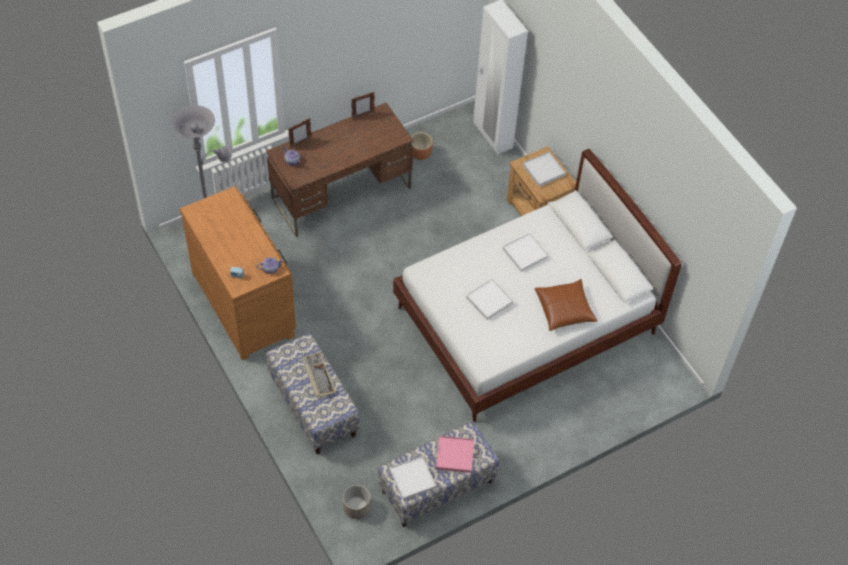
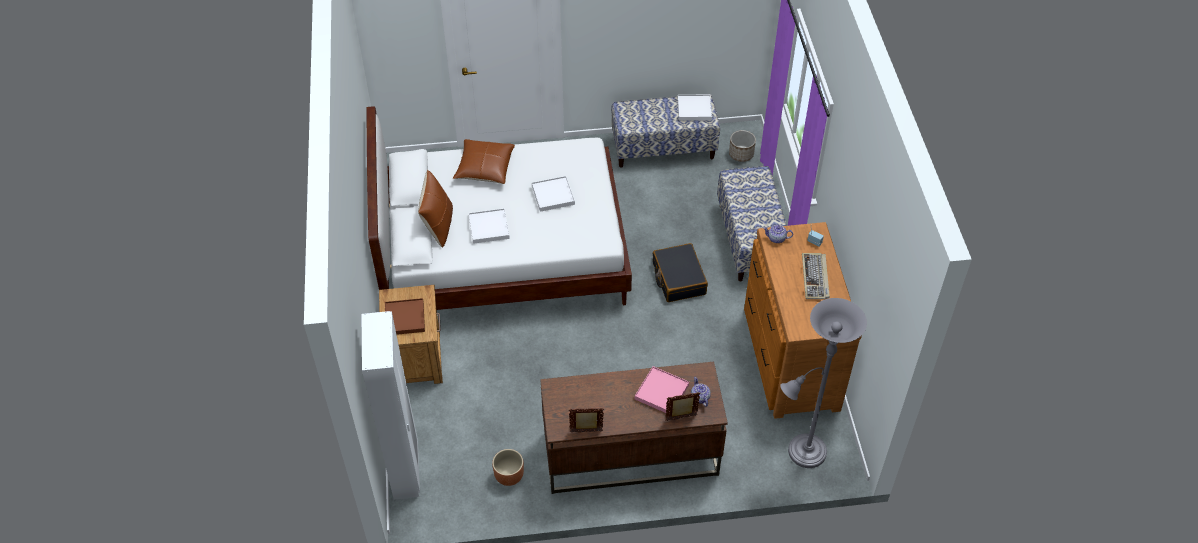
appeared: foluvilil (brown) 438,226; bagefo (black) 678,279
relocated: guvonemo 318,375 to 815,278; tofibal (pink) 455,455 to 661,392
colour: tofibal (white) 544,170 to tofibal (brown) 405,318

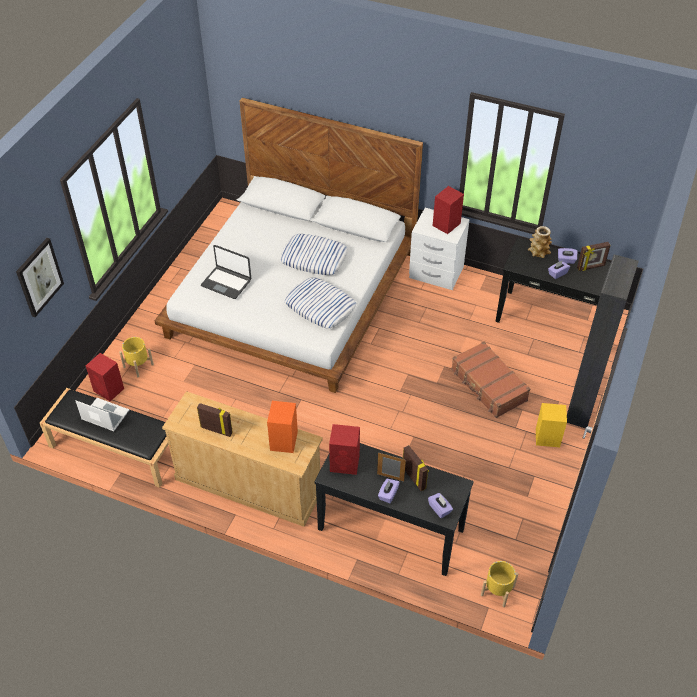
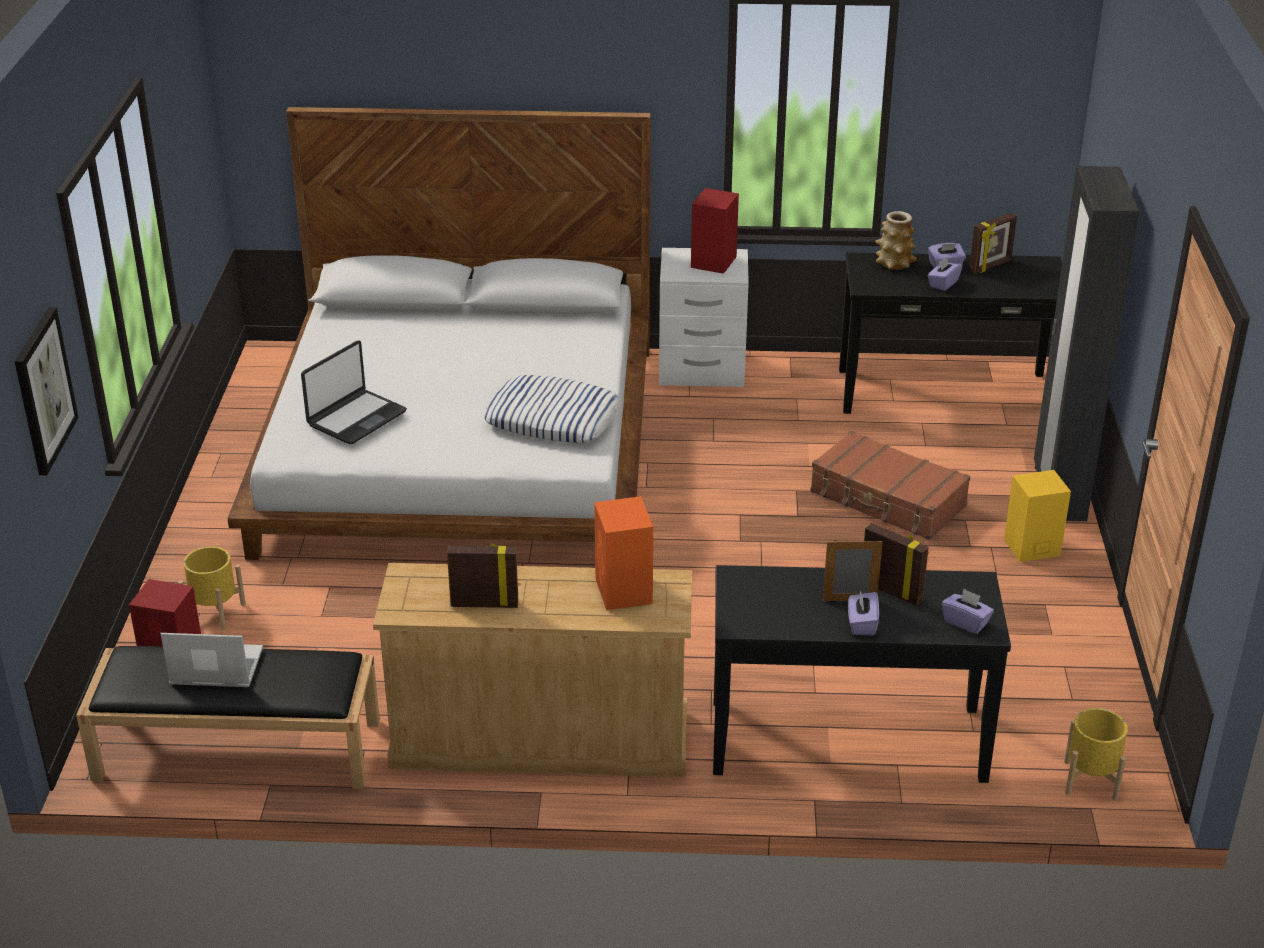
missing: foluvilil 314,258; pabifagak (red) 345,463
spun: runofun 226,282 = 356,418 60 degrees counterclockwise

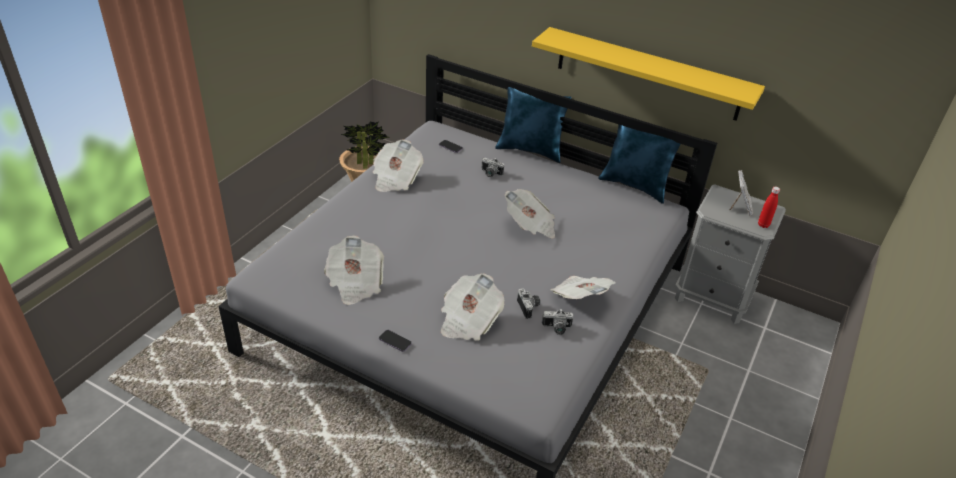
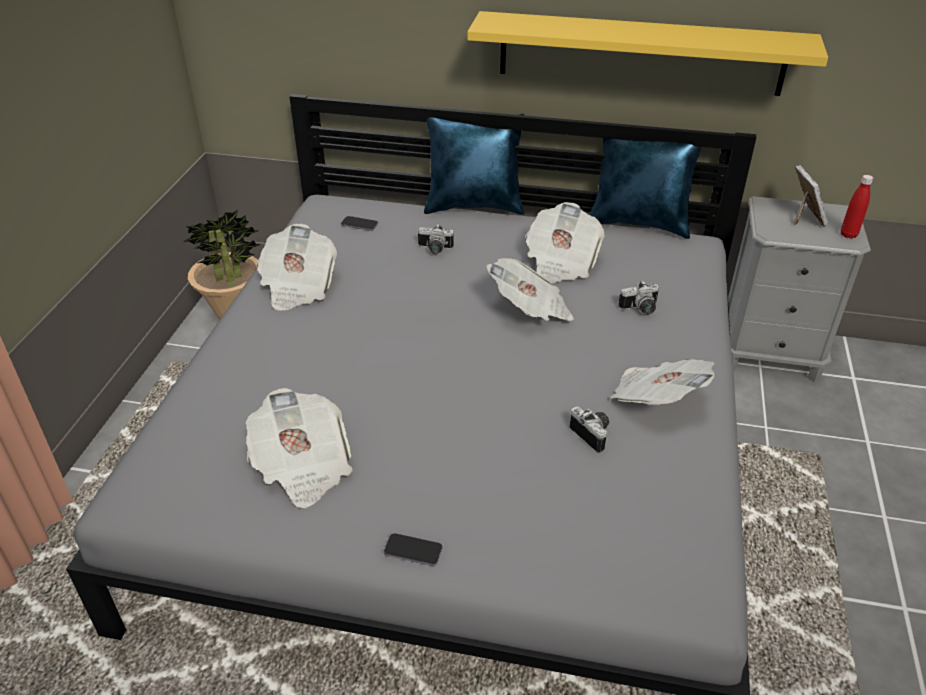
relocated: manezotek 468,320 to 560,263; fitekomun 556,329 to 640,309

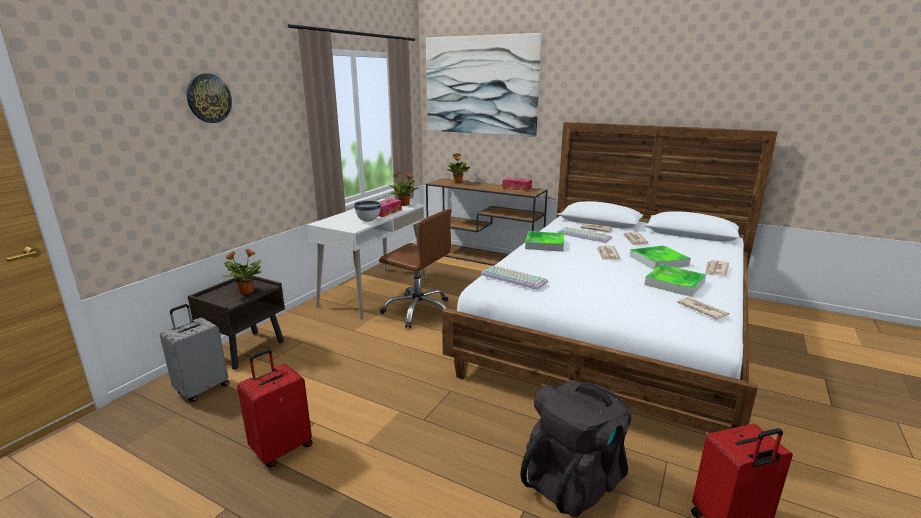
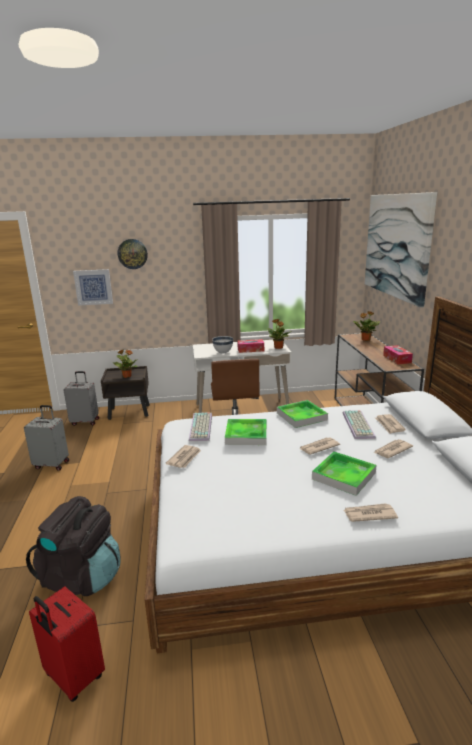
appeared: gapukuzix 93,287
relocated: tofibal 674,283 to 246,435; manezotek 702,310 to 184,458
colour: bagefo (red) 281,448 to bagefo (grey) 52,464

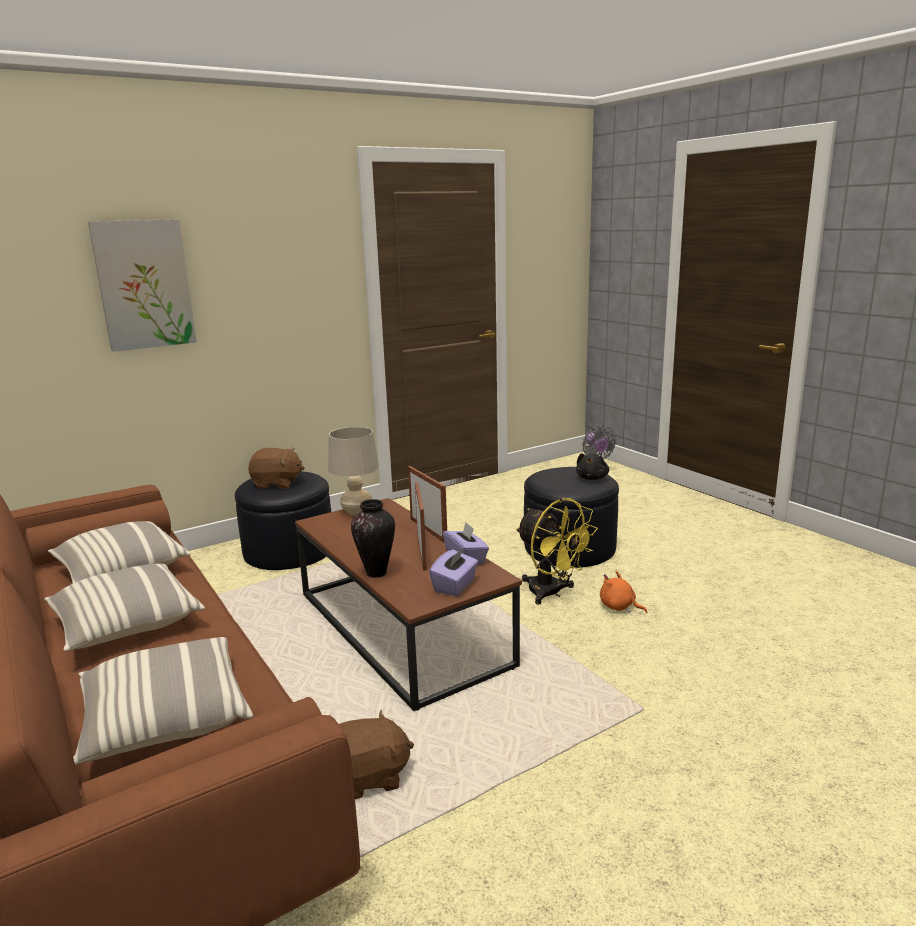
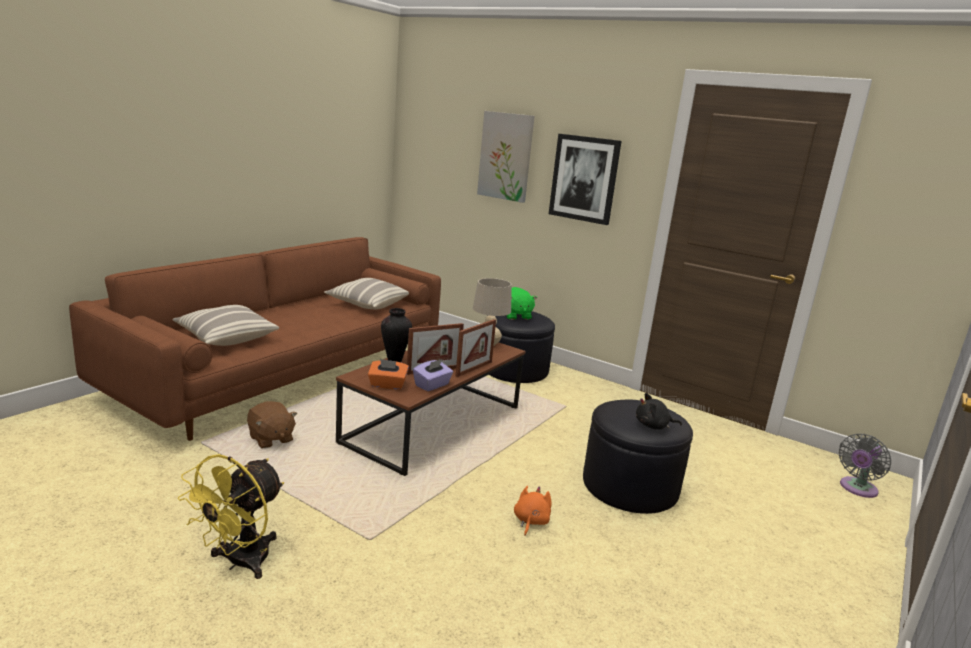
missing: foluvilil 126,625
appeared: gapukuzix 584,178
relocated: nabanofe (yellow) 552,593 to 239,563
colour: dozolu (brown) 277,484 to dozolu (green) 515,316; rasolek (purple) 455,586 to rasolek (orange) 387,385

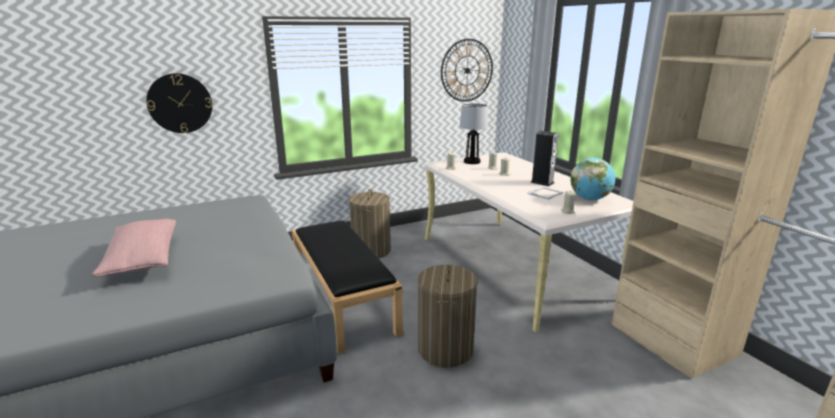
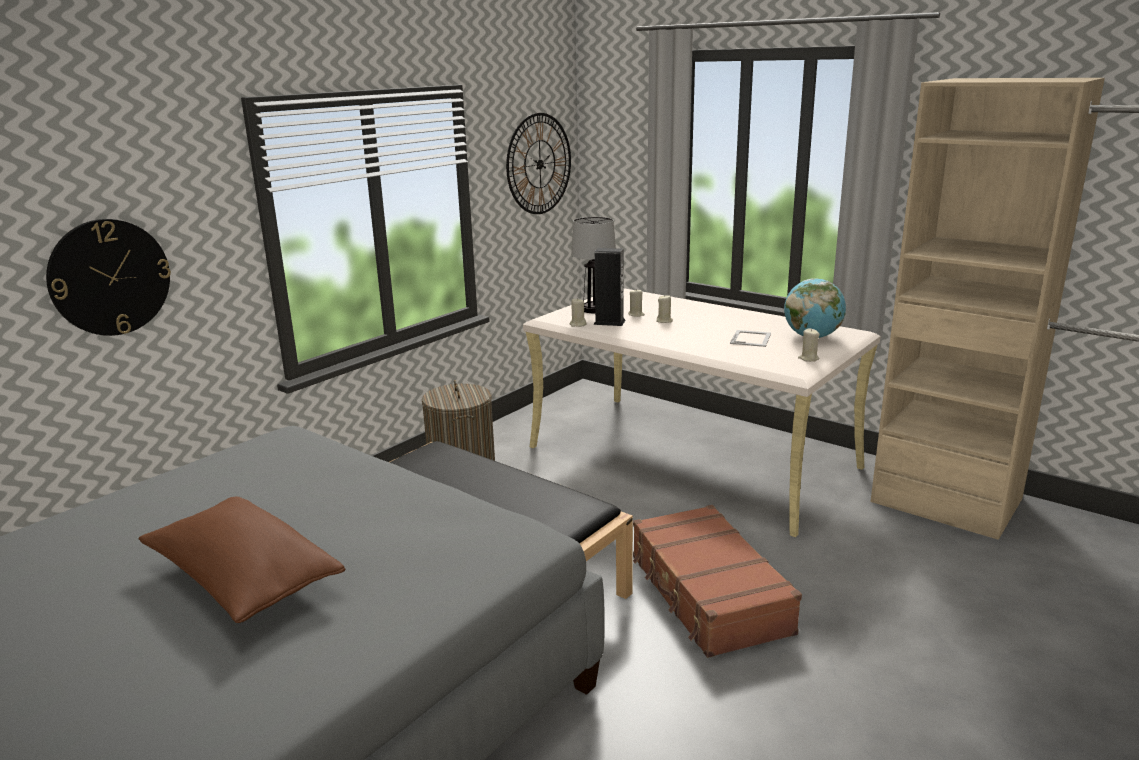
relocated: pabifagak 542,182 to 609,322
exchanged: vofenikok 445,349 to bagefo (brown) 708,594
colour: foluvilil (pink) 143,260 to foluvilil (brown) 243,579

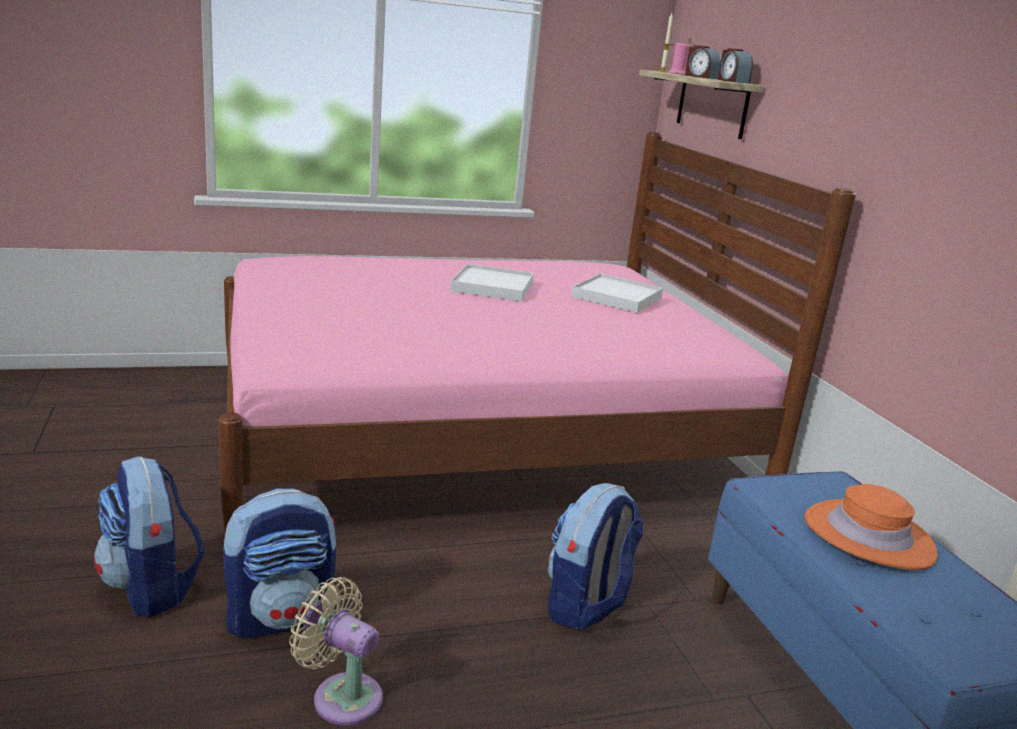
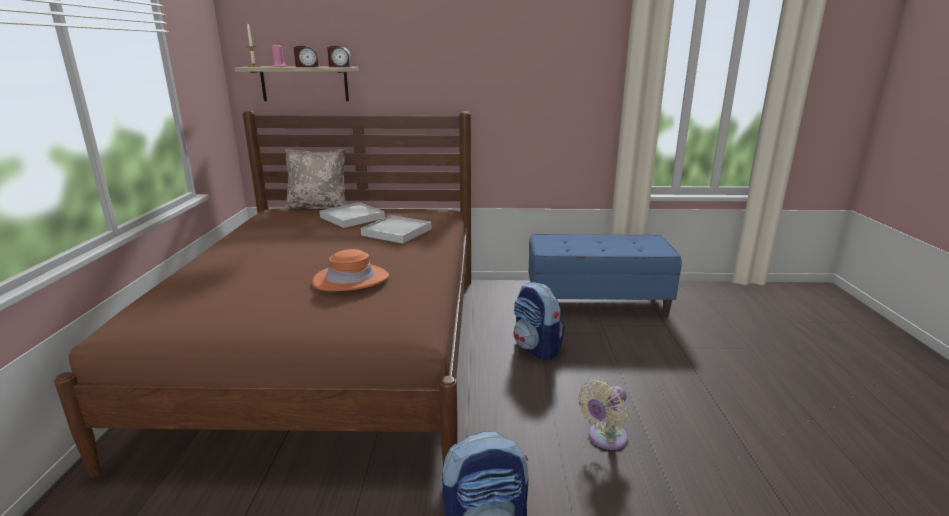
missing: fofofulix 281,617
appeared: foluvilil (beige) 318,206
relocated: tofibal (white) 492,287 to 396,232; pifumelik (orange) 868,536 to 351,279
colour: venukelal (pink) 475,436 to venukelal (brown) 334,351

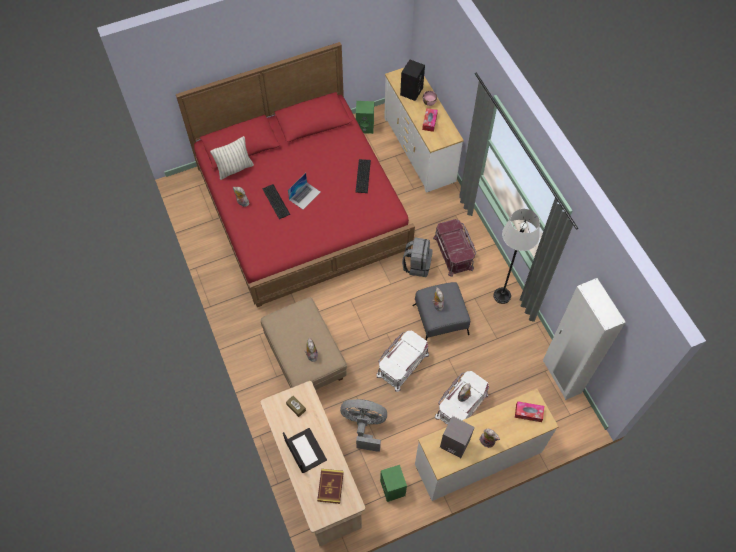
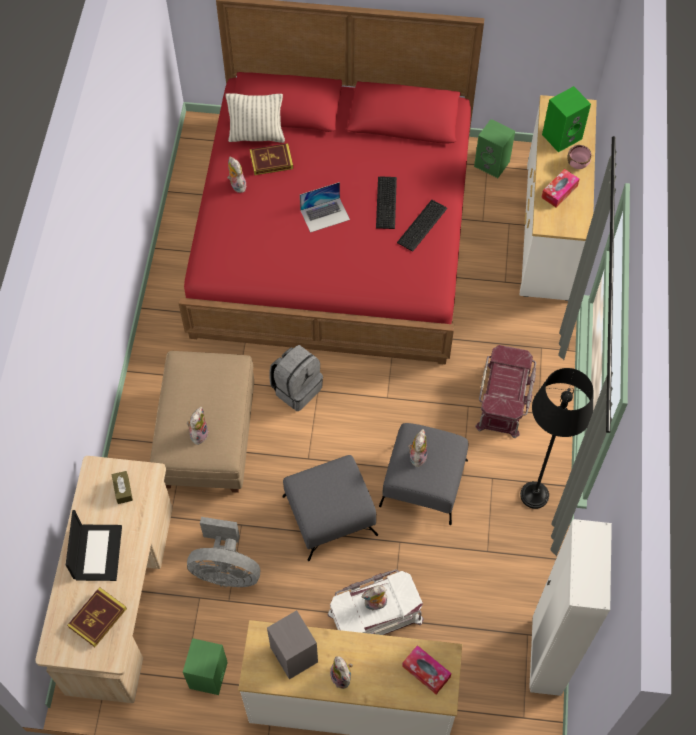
appeared: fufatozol 271,161
relocated: guvonemo 276,201 to 387,202; fofofulix (grey) 417,265 to 296,388
exchanged: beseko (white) 402,364 to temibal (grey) 330,515
colour: pabifagak (black) 411,91 to pabifagak (green) 562,136; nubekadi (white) 502,296 to nubekadi (black) 534,495
spun: nabanofe (grey) 364,426 = 226,570 150 degrees clockwise

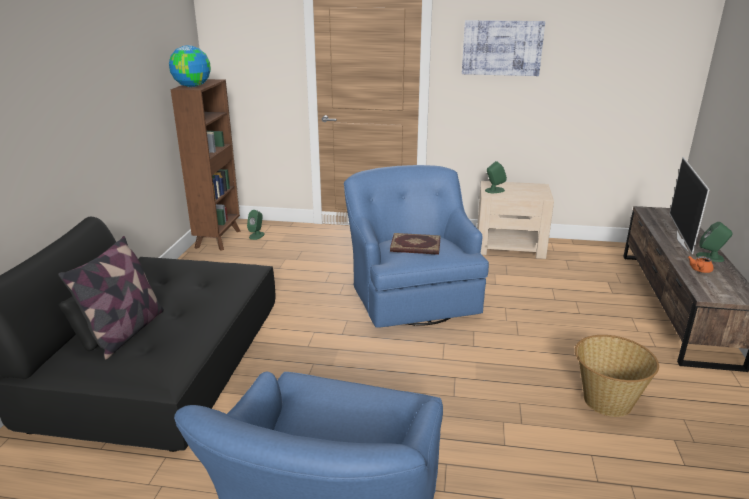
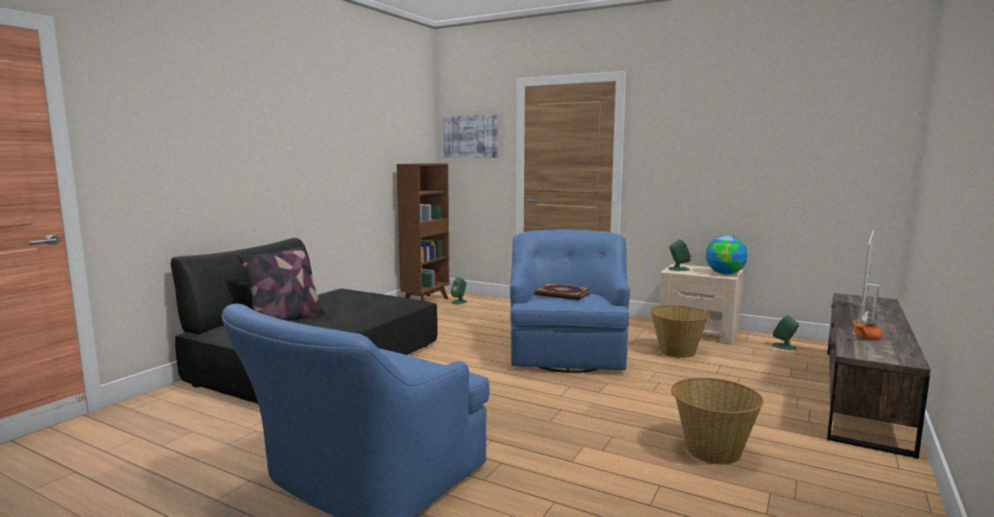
appeared: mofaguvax 677,351
relocated: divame 192,86 to 724,273; gapukuzix 502,48 to 470,136; pabifagak (green) 710,257 to 784,346

